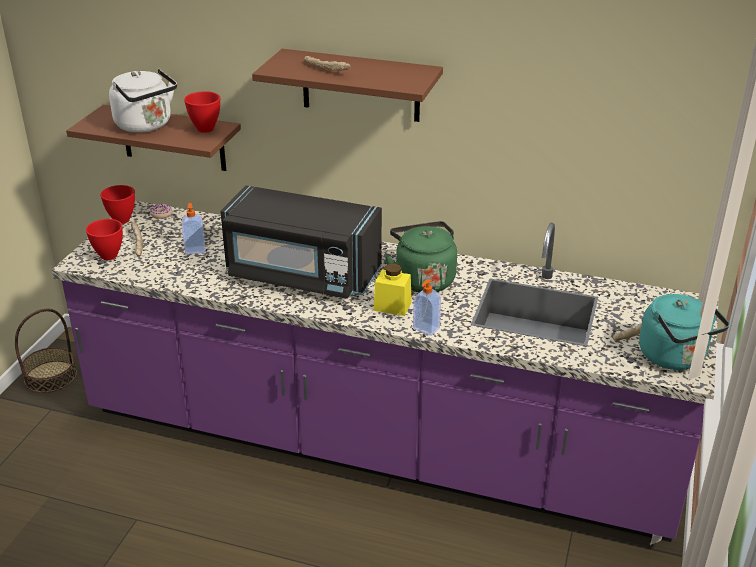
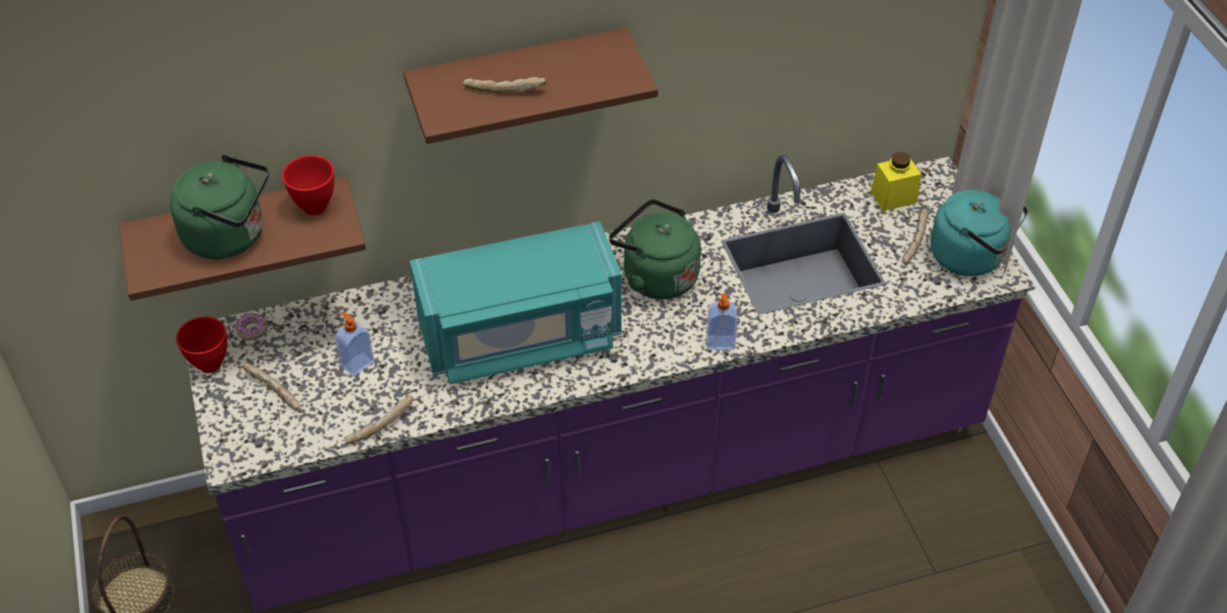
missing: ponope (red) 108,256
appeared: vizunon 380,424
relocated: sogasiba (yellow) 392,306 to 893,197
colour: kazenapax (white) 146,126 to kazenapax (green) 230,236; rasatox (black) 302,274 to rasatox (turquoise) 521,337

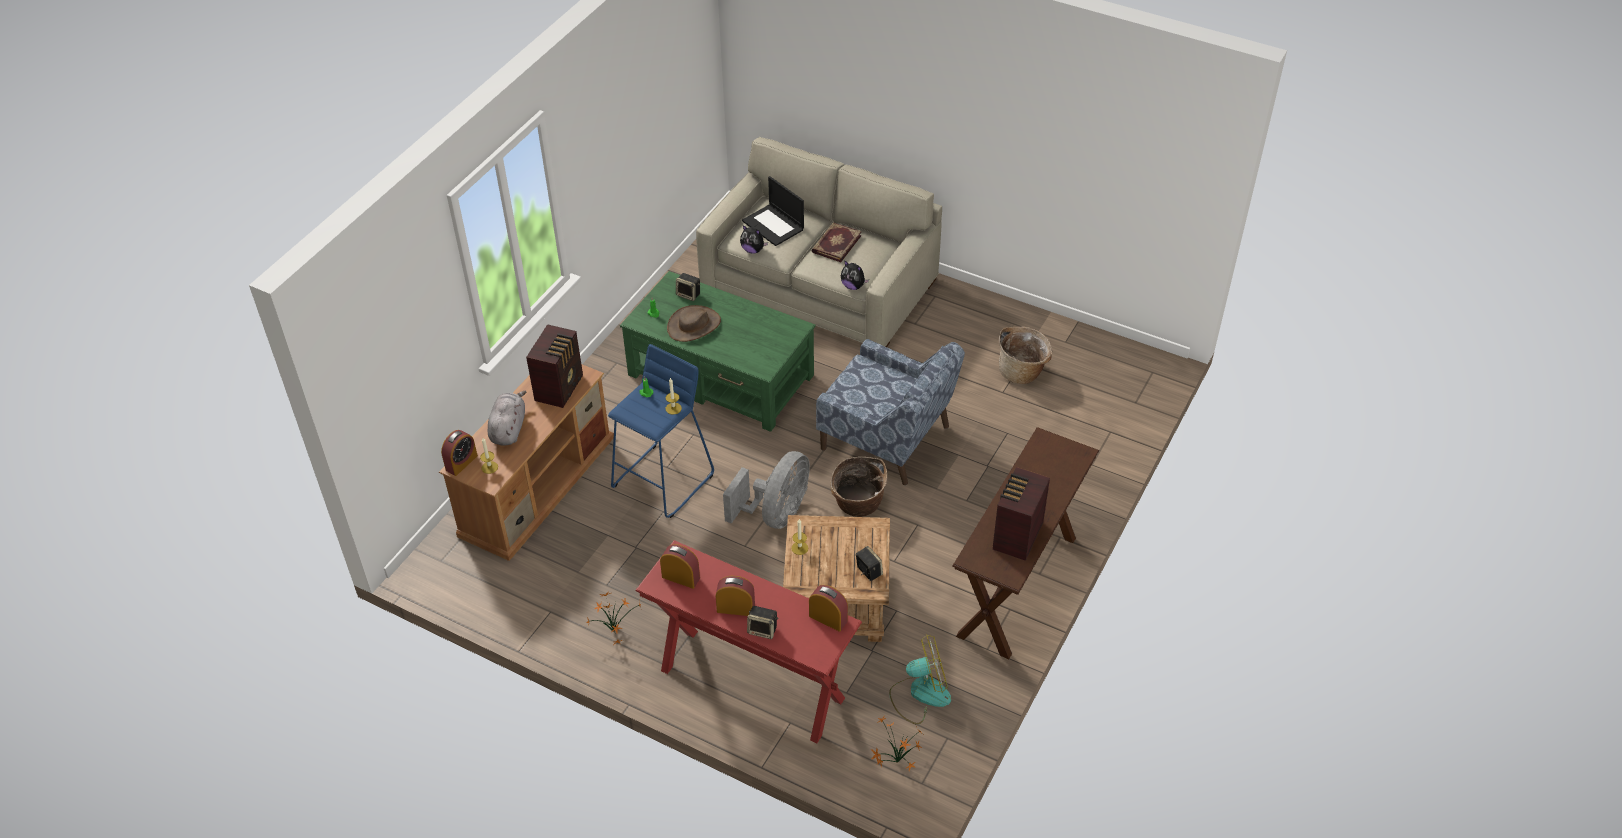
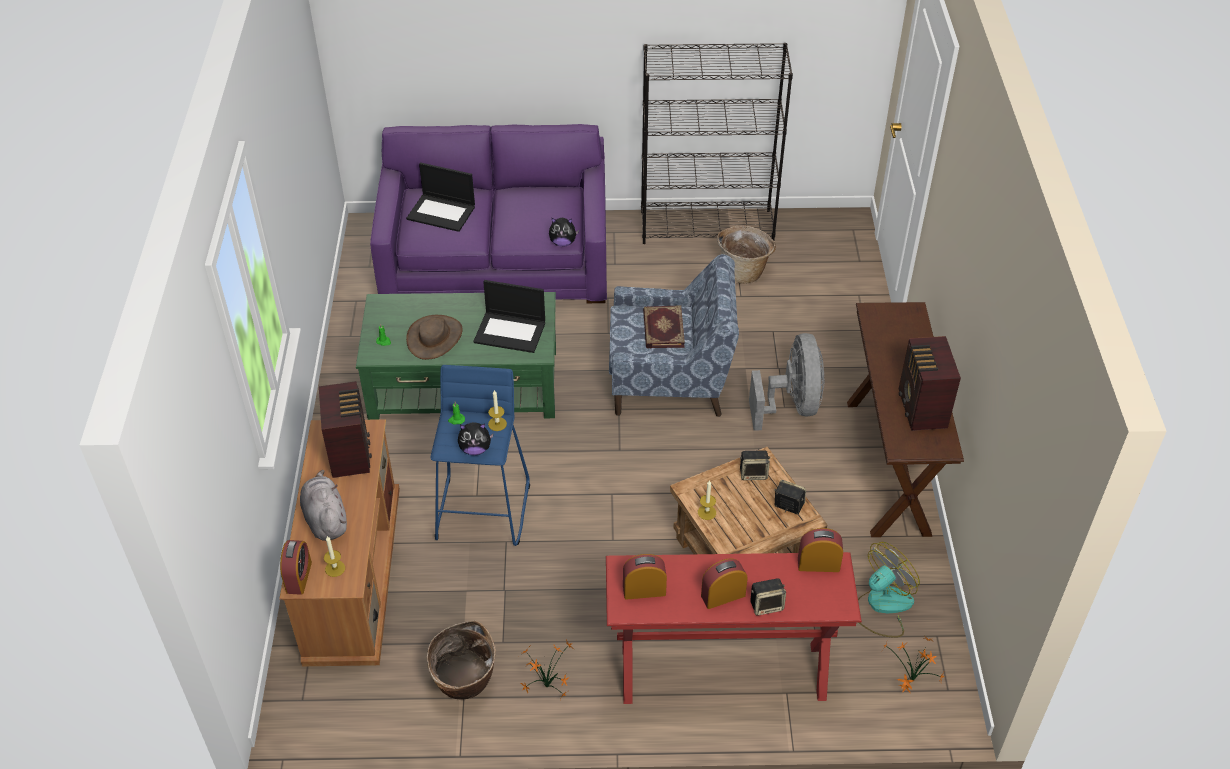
appeared: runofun 511,332; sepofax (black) 707,226
relocated: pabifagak 689,294 to 753,473; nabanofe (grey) 776,514 to 791,405; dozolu 753,250 to 475,449; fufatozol 835,244 to 662,329; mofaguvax 858,505 to 464,682
colour: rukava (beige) 821,283 to rukava (purple) 497,258

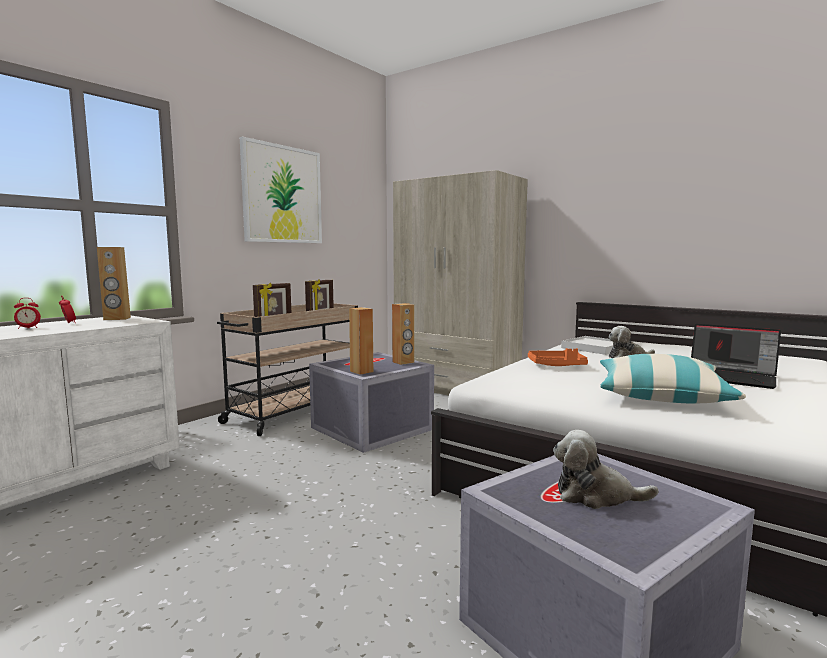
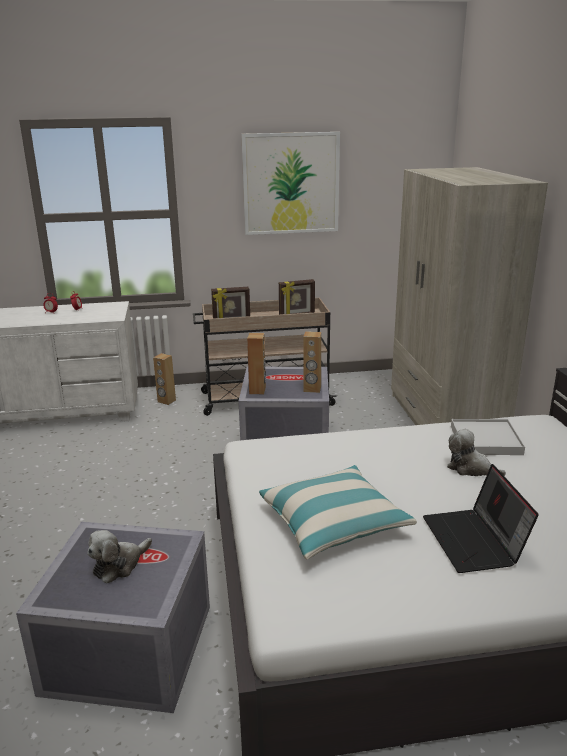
missing: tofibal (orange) 557,365
relocated: pabifagak (brown) 117,318 to 166,401
spun: dozolu 596,495 = 119,565 105 degrees counterclockwise

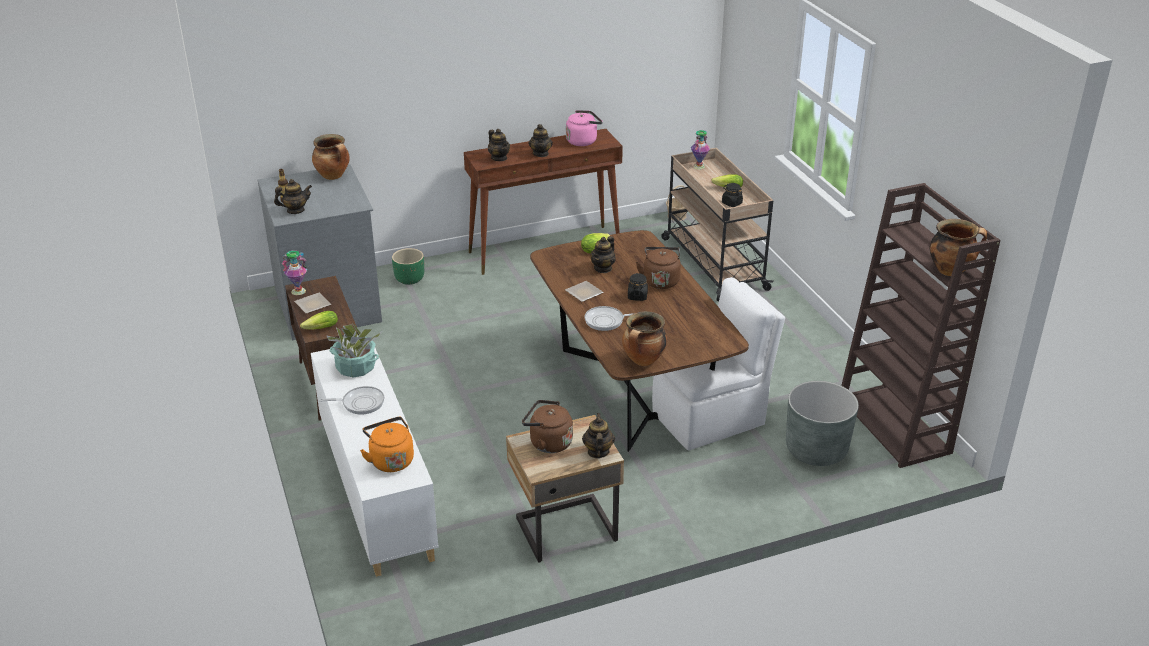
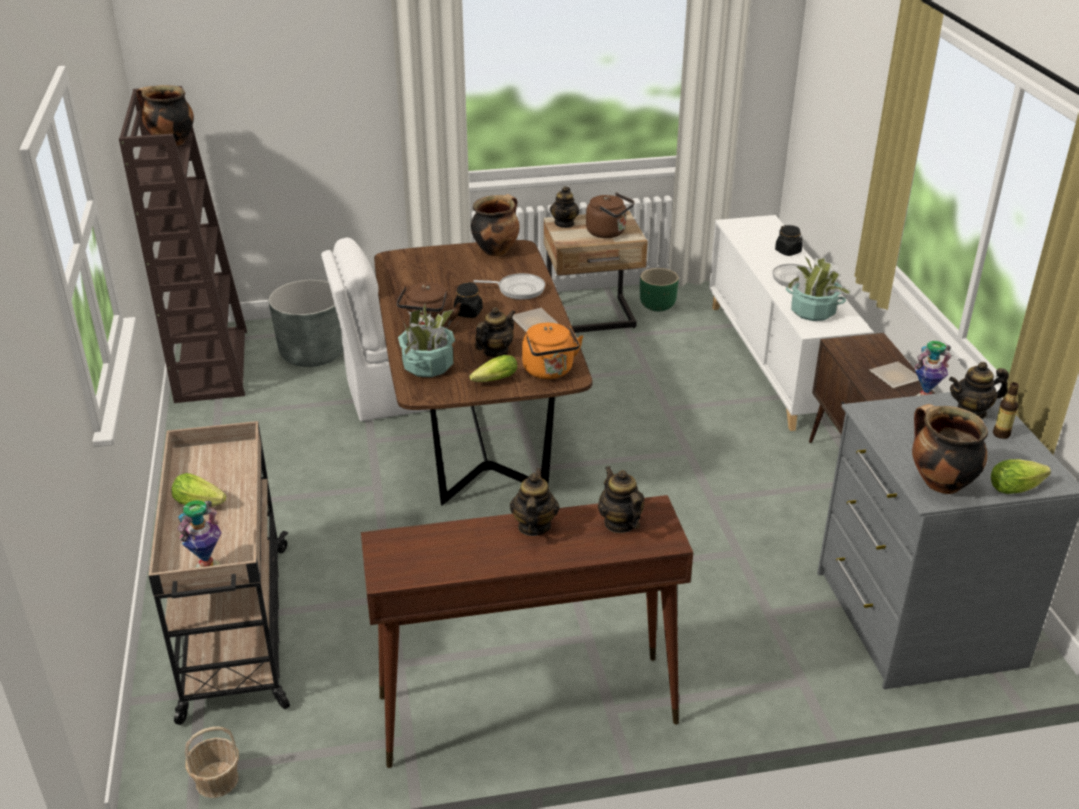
missing: kazenapax (pink) 583,141
appeared: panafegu 428,366
relocated: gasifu 319,329 to 1018,487; kazenapax (orange) 390,460 to 550,371; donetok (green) 409,279 to 657,306; sogasiba (black) 731,203 to 788,251

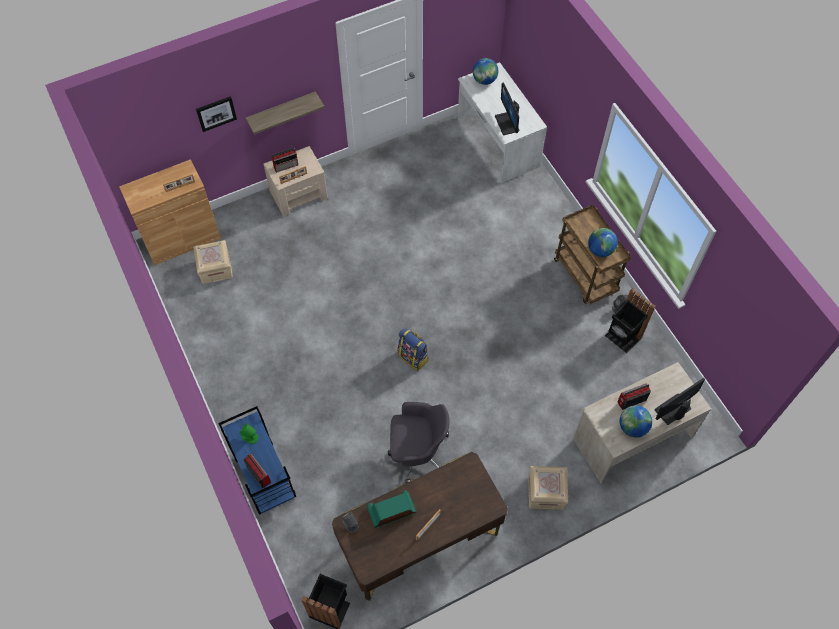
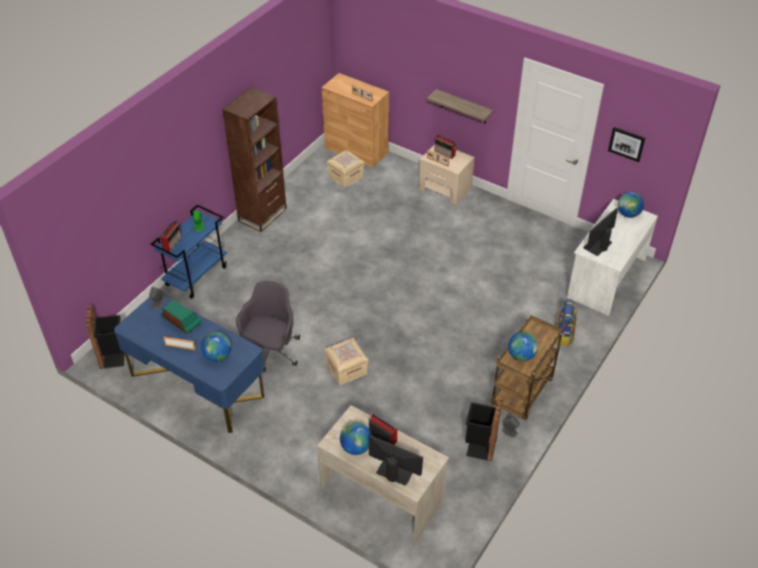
appeared: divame 217,356; sepofax (brown) 262,214
relocated: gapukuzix 216,113 to 626,143; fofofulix 413,357 to 563,336; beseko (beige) 546,492 to 346,369
colour: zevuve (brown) 420,540 to zevuve (blue) 197,385
spun: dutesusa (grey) 417,453 = 270,352 135 degrees counterclockwise

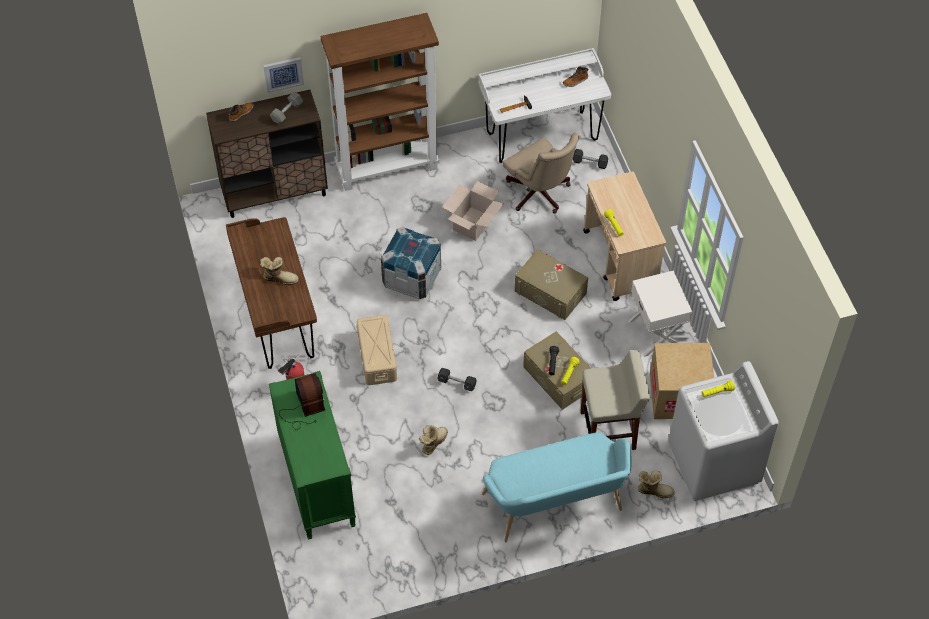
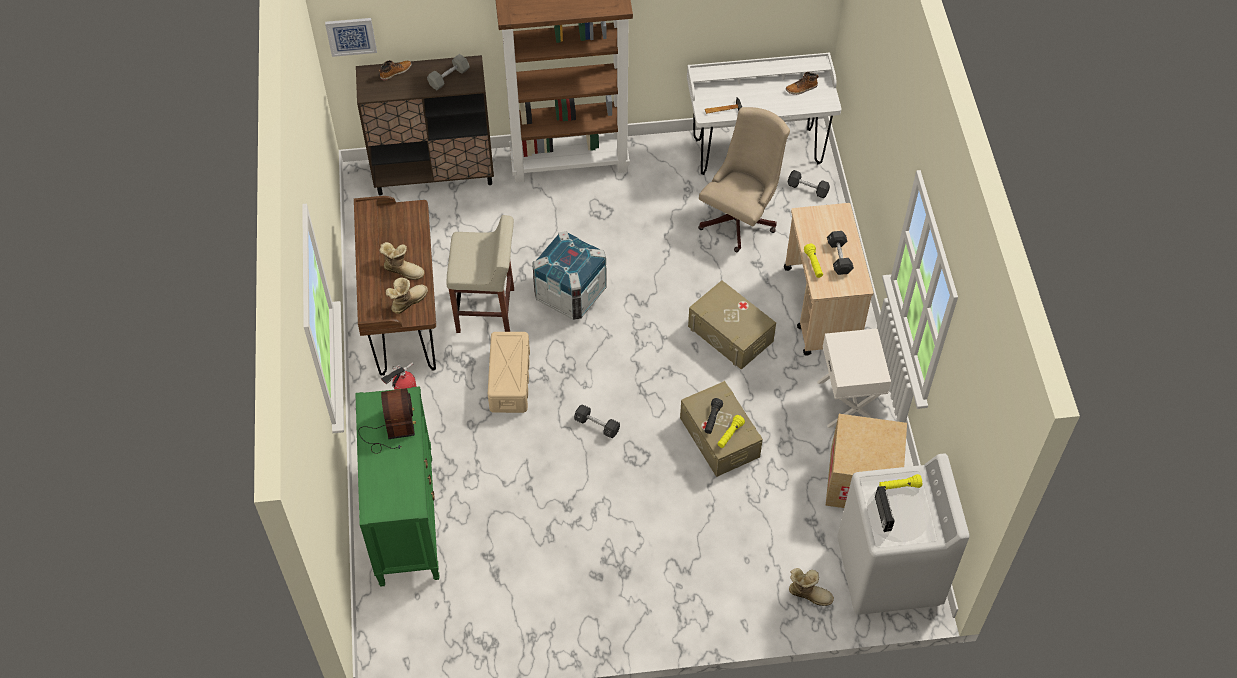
missing: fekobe 473,224; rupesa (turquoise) 555,507
appeared: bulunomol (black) 839,257; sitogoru 882,514
relocated: gapukuzix 283,74 to 351,36; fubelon 433,443 to 407,301; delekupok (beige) 609,430 to 487,310
spun: dutesusa (beige) 539,195 = 741,218 120 degrees counterclockwise

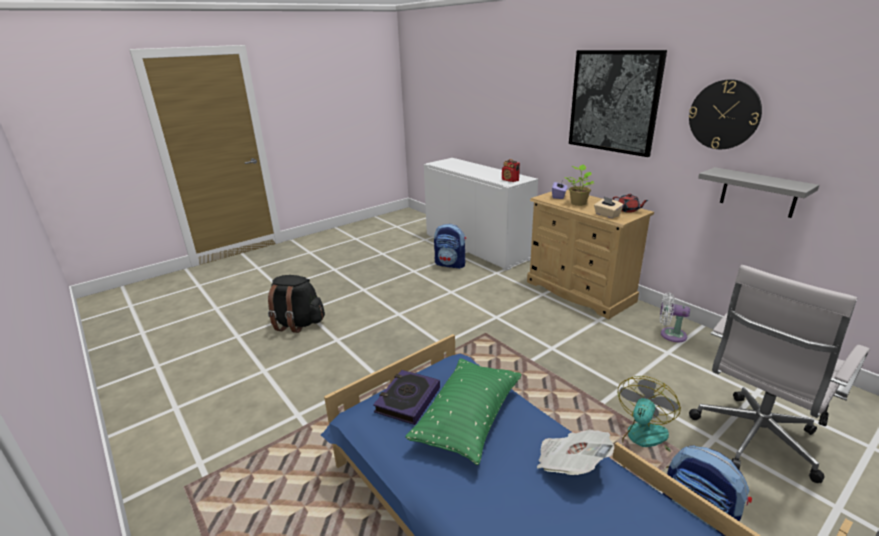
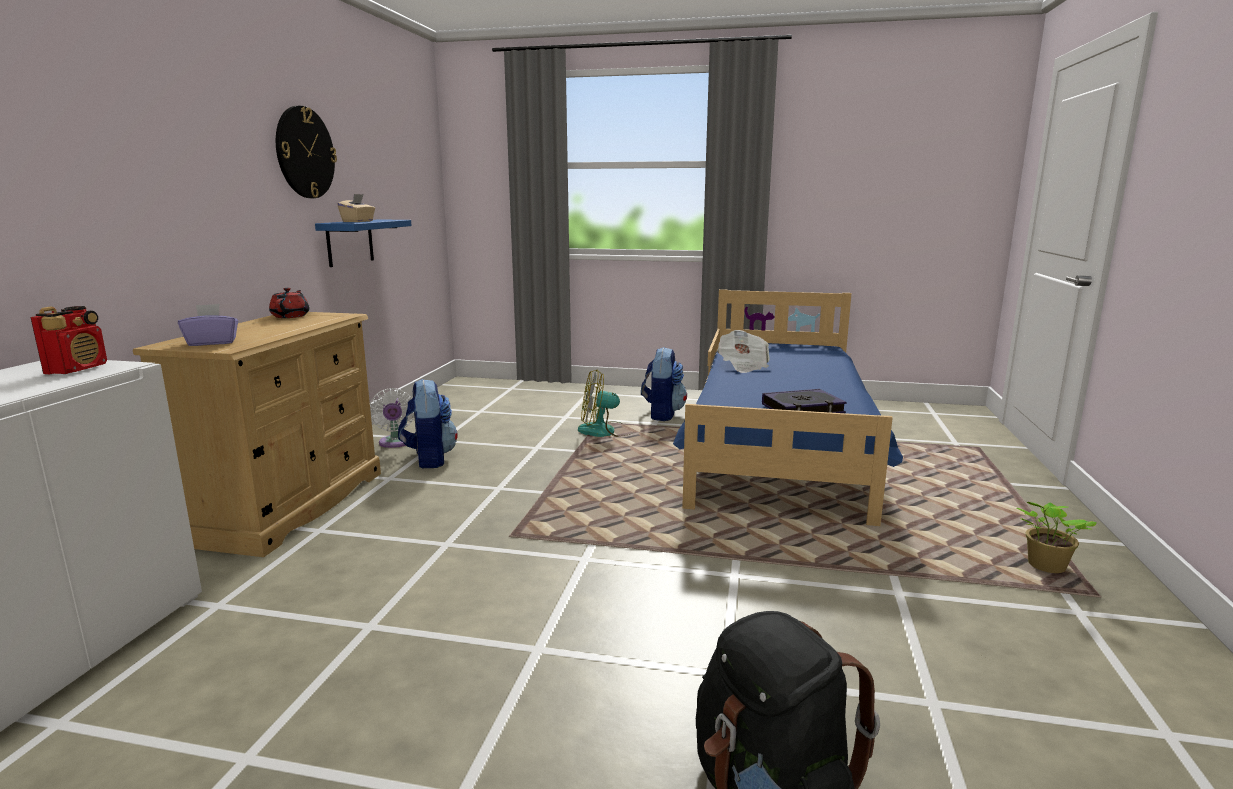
missing: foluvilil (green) 468,419; gapukuzix 613,101; dutesusa (white) 753,441
relocated: fofofulix 450,264 to 429,459; panafegu 578,203 to 1044,567; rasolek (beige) 607,215 to 358,221
colour: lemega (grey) 758,192 to lemega (blue) 350,242

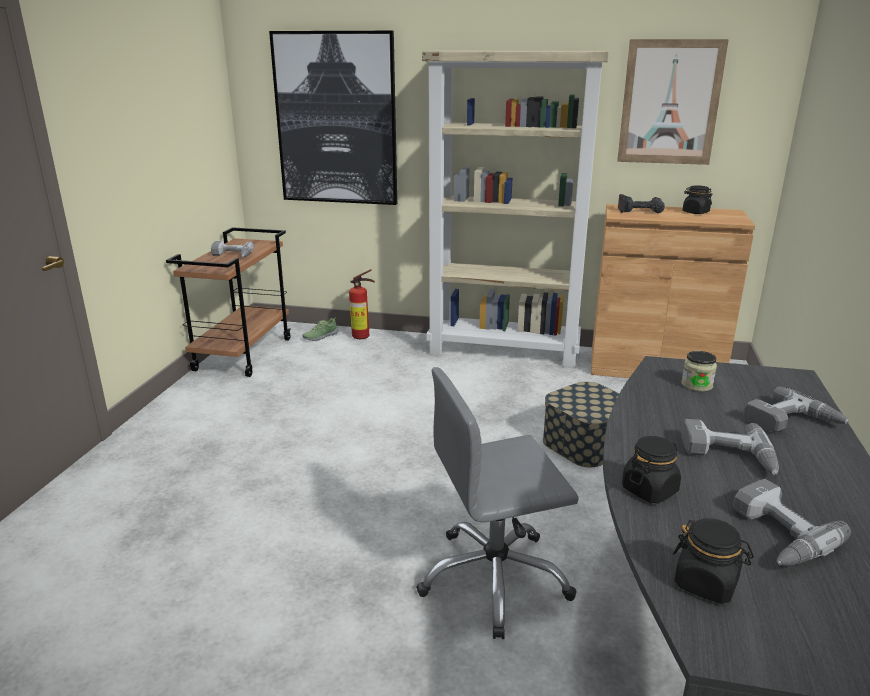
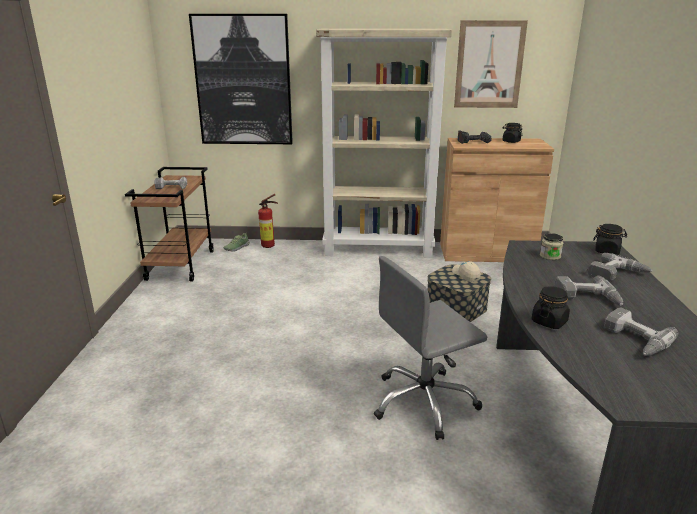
appeared: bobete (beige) 466,275
relocated: sogasiba (black) 706,583 to 607,251

